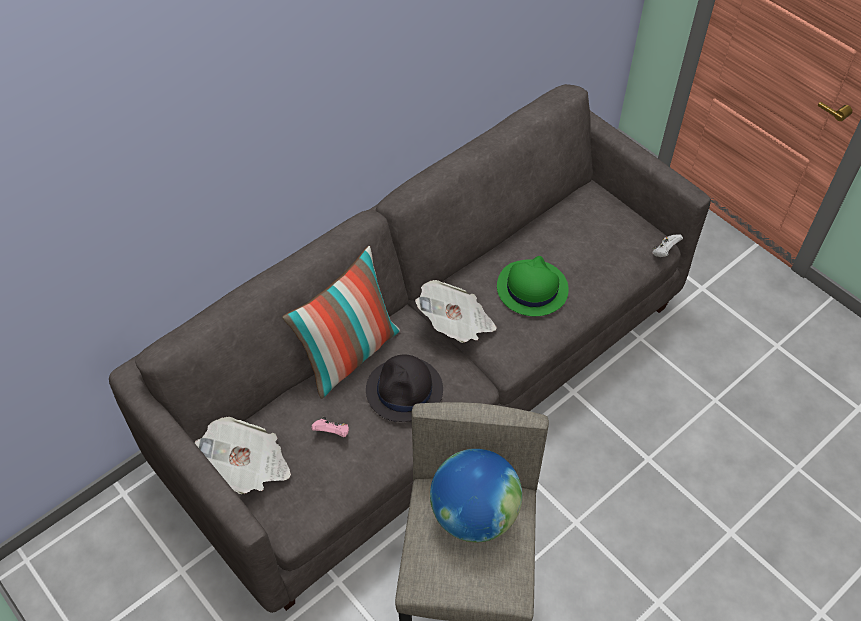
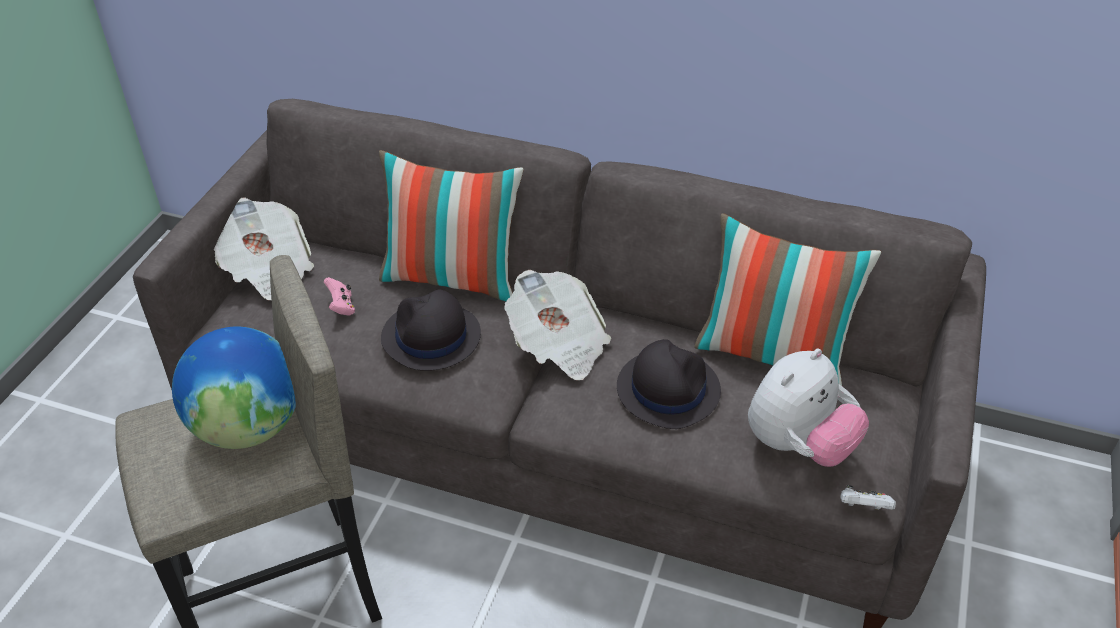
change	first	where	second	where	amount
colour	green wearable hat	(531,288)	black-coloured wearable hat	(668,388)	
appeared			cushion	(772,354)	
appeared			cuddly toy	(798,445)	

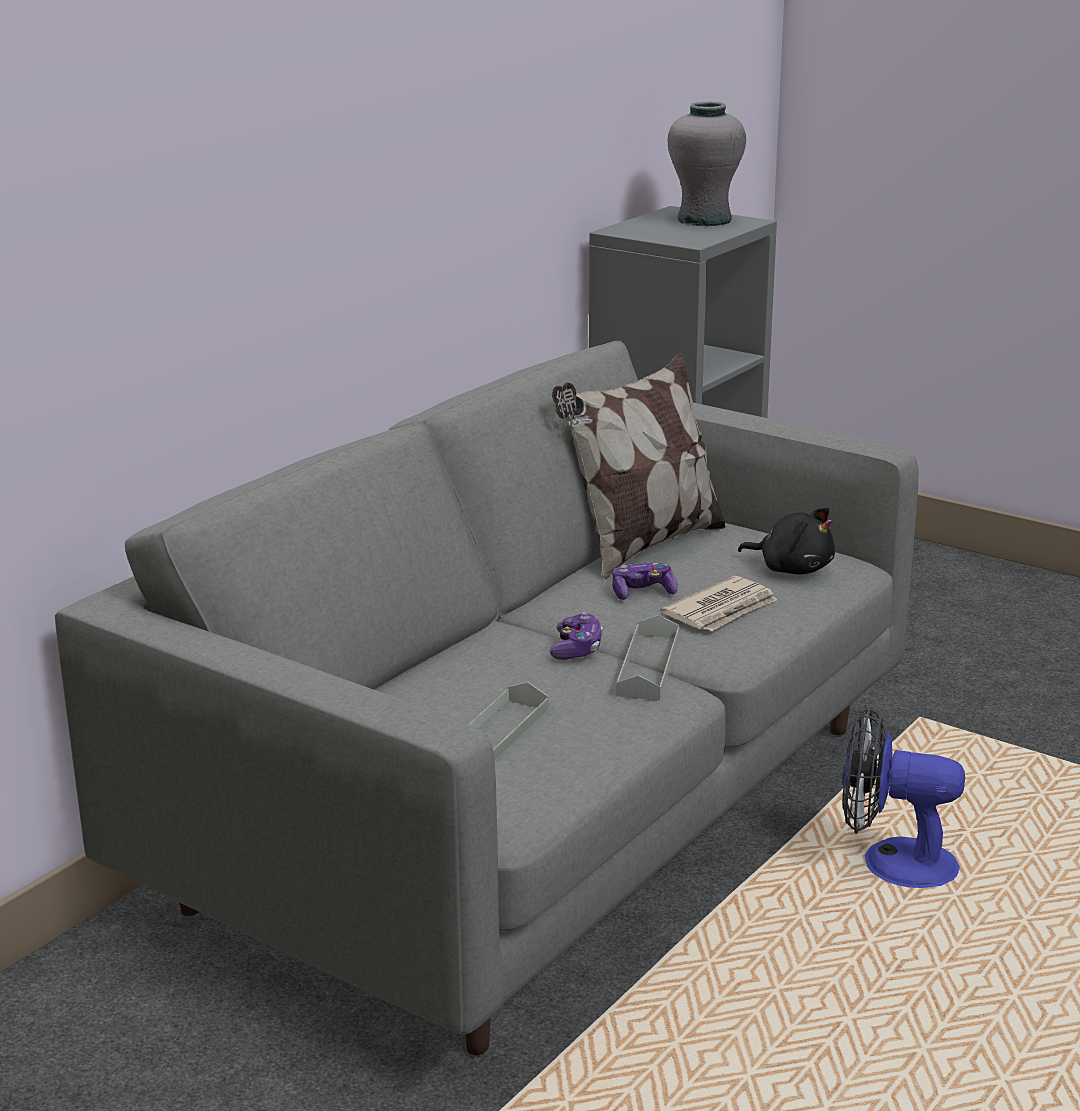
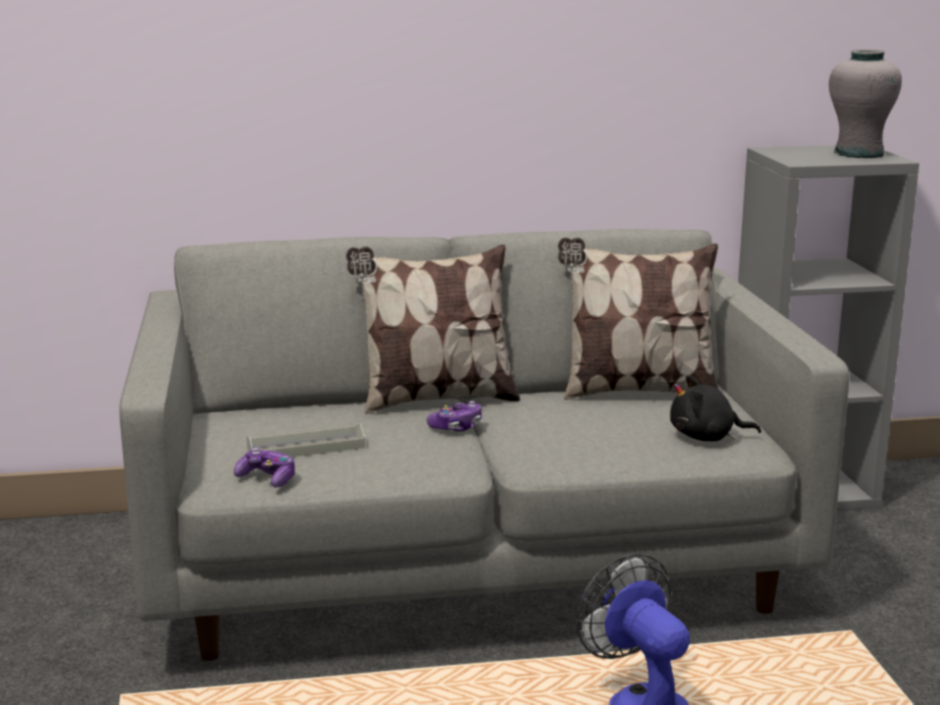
change	first	where	second	where	amount
spun	black-coloured cuddly toy	(792,569)		(706,437)	105 degrees clockwise
relocated	gamepad	(643,592)		(267,479)	
missing	daily paper	(722,610)			
missing	gray tray	(648,666)			
appeared			cushion	(435,399)	

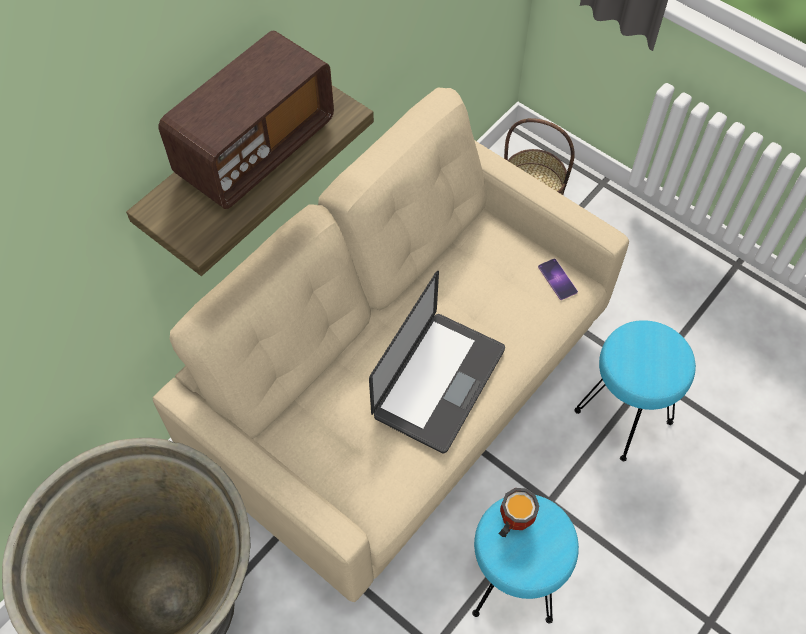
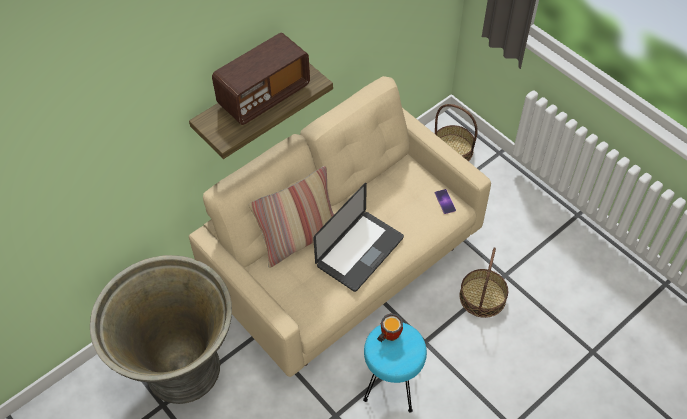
change	first	where	second	where	amount
exchanged	turquoise sitting stool	(623,415)	household basket	(482,297)	
appeared			cushion	(299,240)	

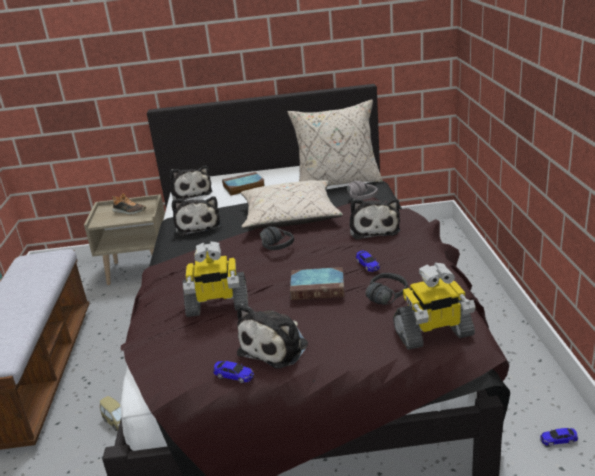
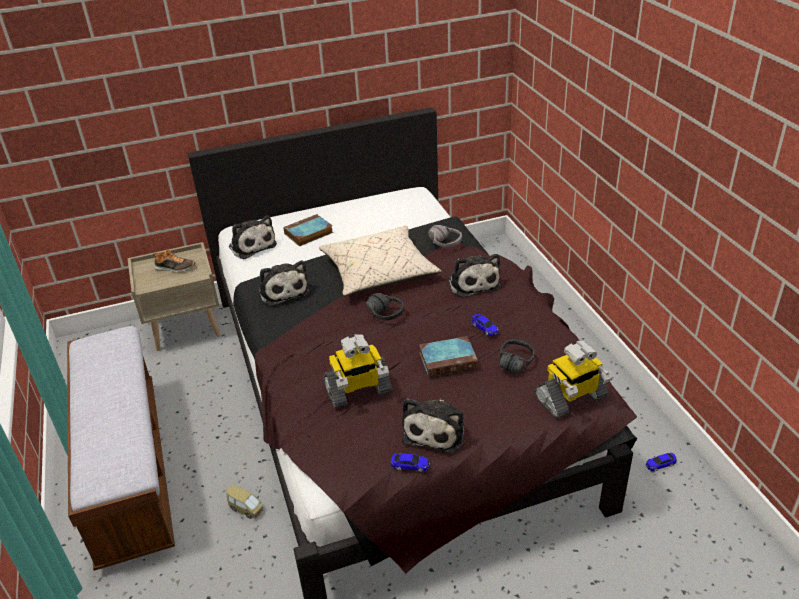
change	first	where	second	where	amount
missing	beige-coloured cushion	(337,182)			

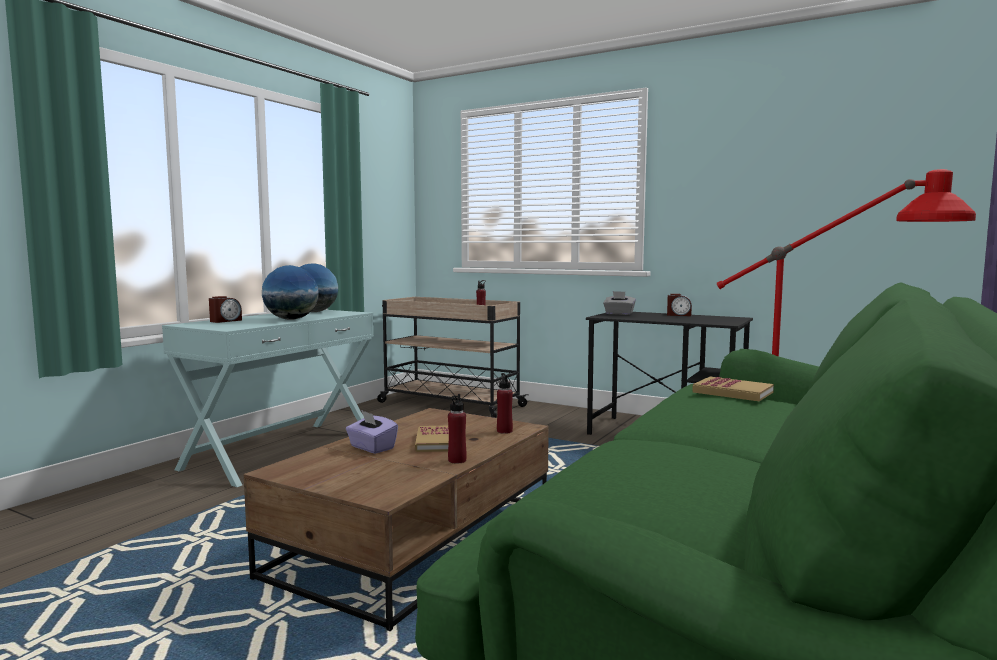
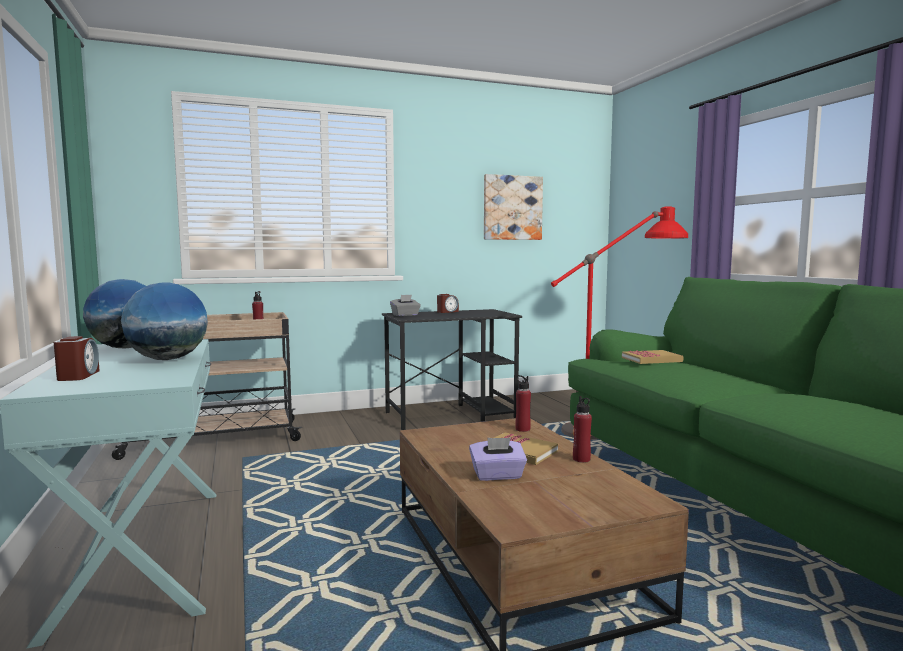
change	first	where	second	where	amount
appeared			wall picture	(512,208)	

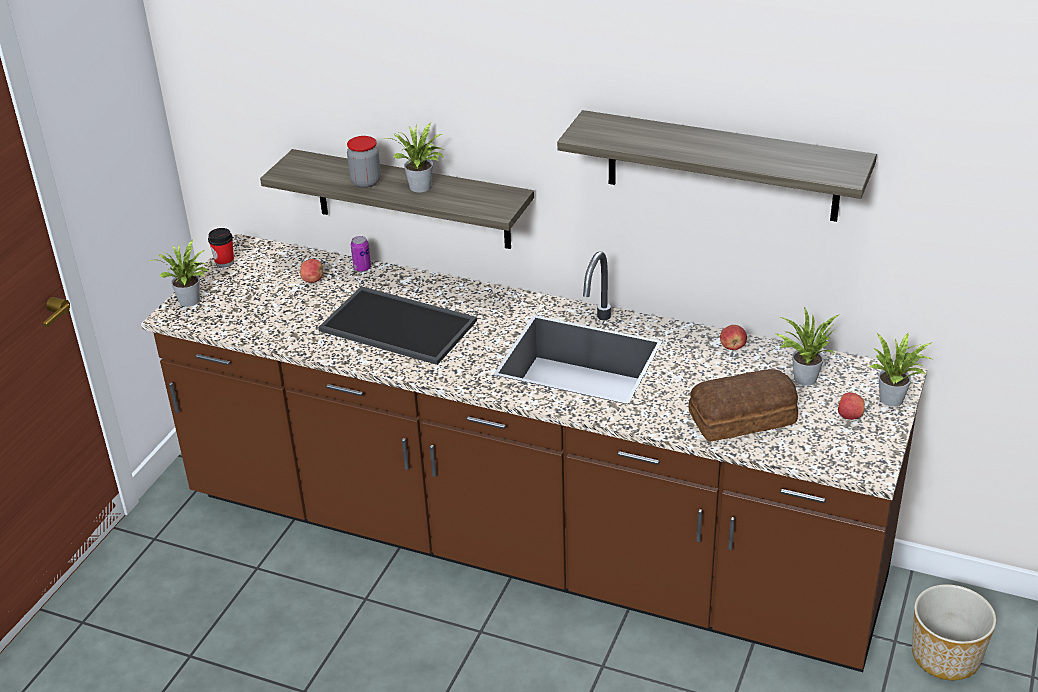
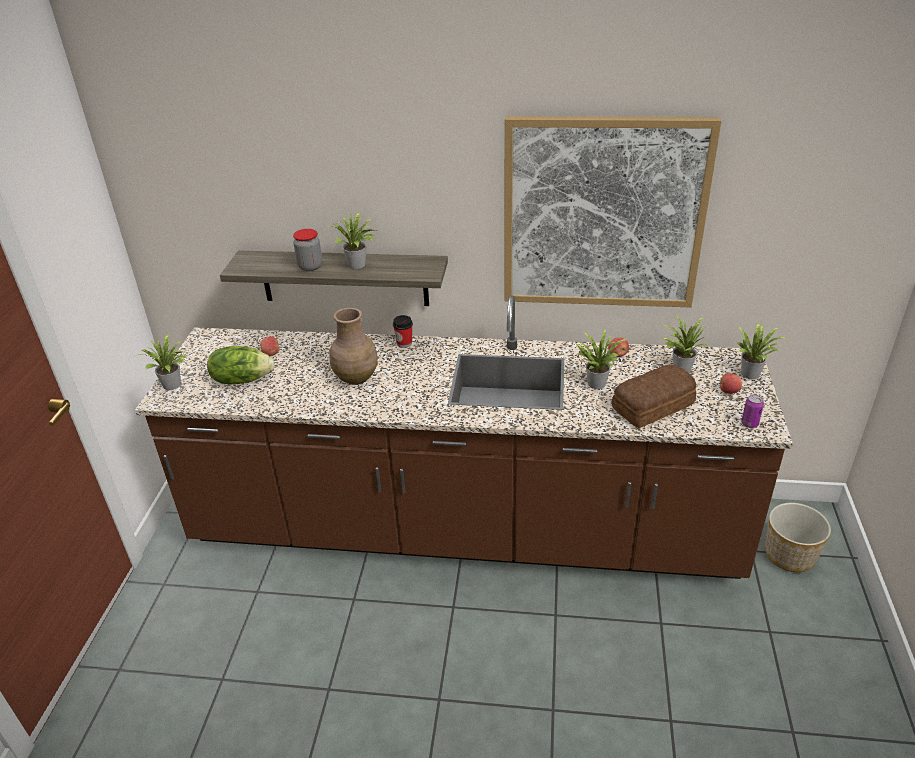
change	first	where	second	where	amount
exchanged	shelf	(722,166)	wall picture	(603,214)	
relocated	cup	(224,262)		(404,343)	
relocated	sealed can	(362,268)		(749,424)	
exchanged	tray	(400,325)	brown-coloured vase	(356,377)	
appeared			houseplant	(595,382)	
appeared			head of lettuce	(242,379)	

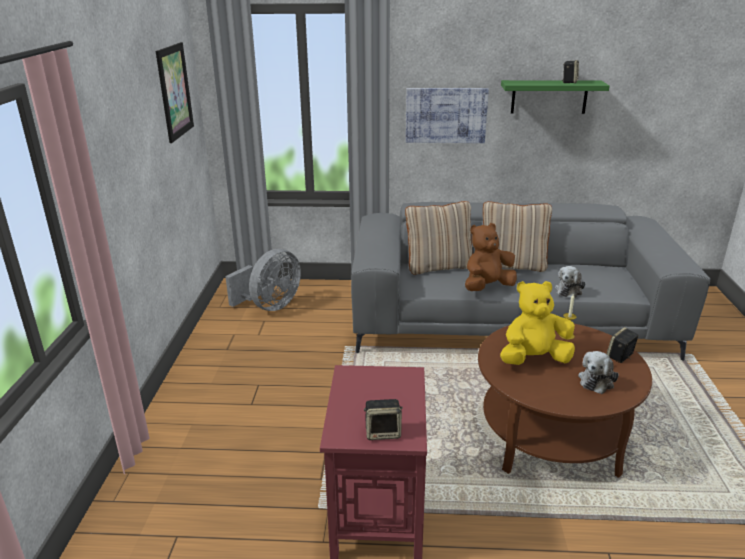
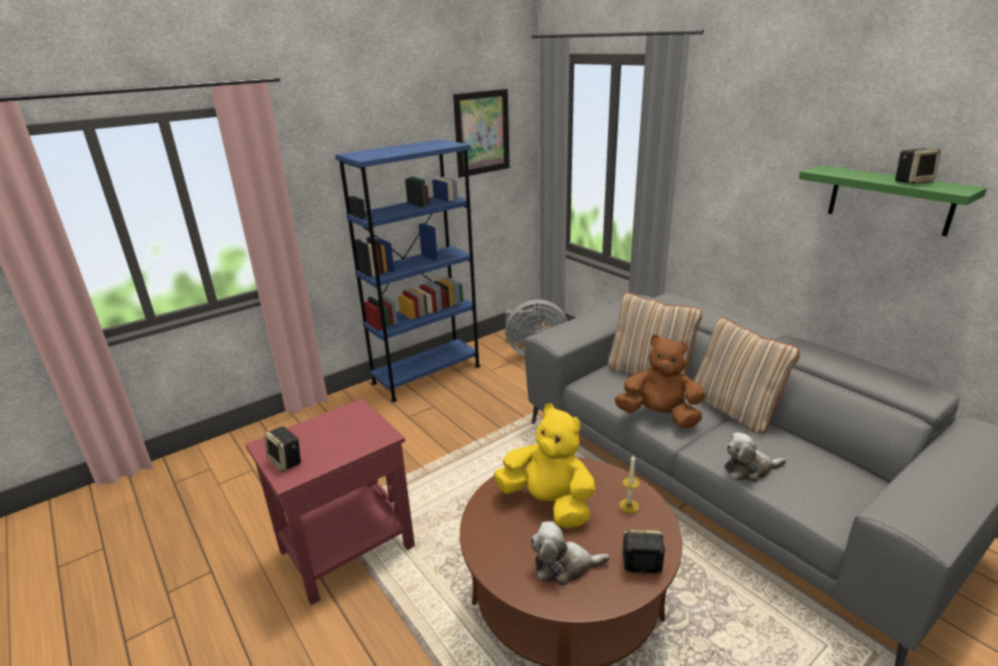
change	first	where	second	where	amount
missing	wall picture	(446,115)			
appeared			bluish shelving unit	(426,374)	

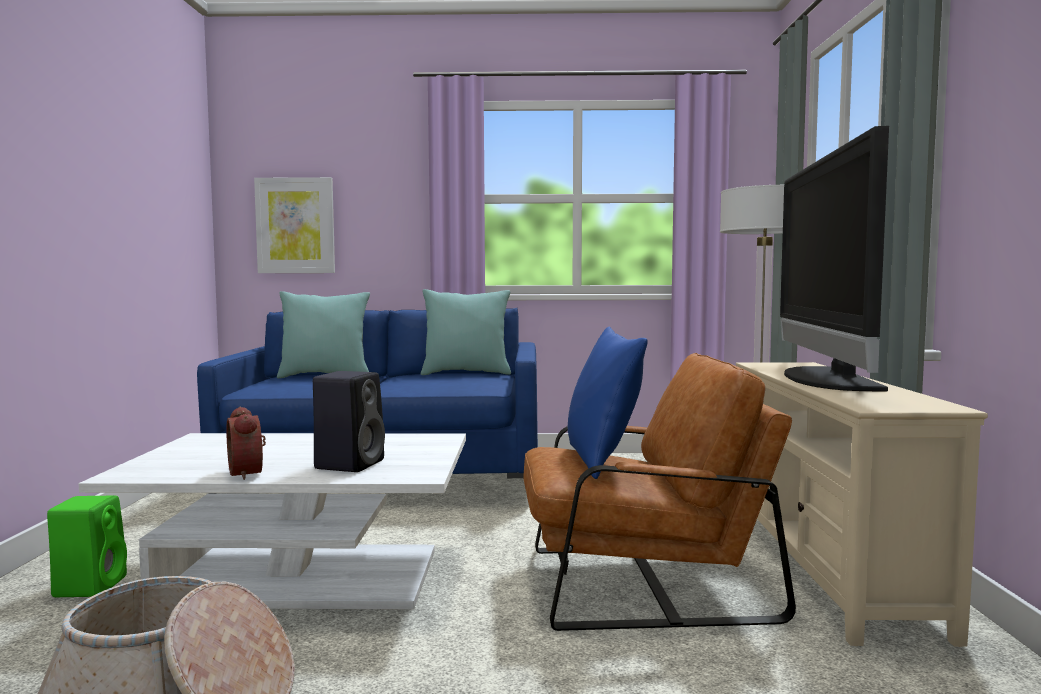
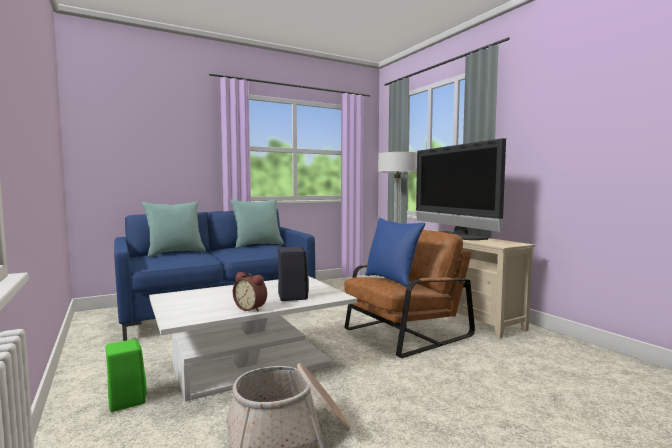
change	first	where	second	where	amount
missing	wall picture	(295,225)			

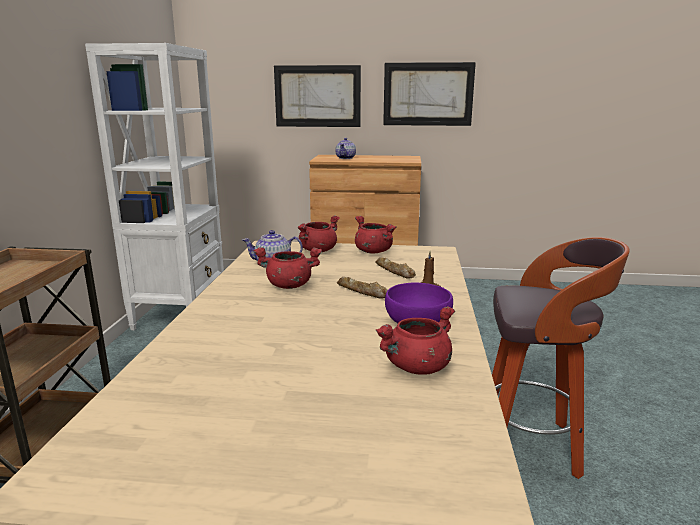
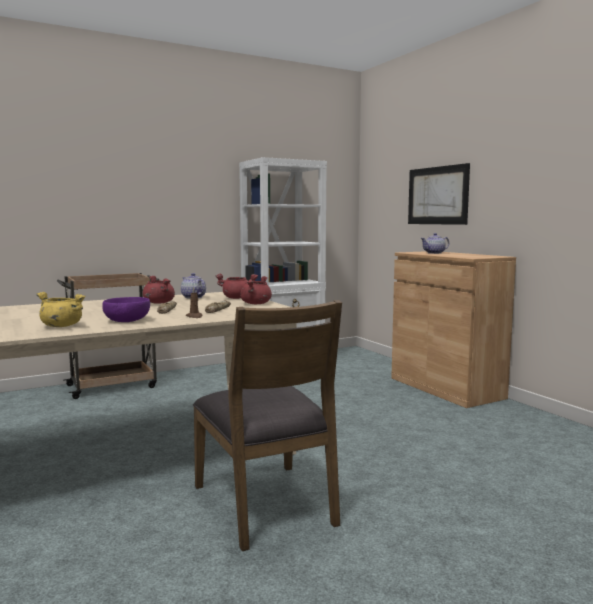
change	first	where	second	where	amount
missing	wall picture	(428,94)			
exchanged	sitting stool	(531,445)	brown-coloured chair	(266,504)	
colour	red-coloured saucepot	(417,367)	yellow saucepot	(61,326)	

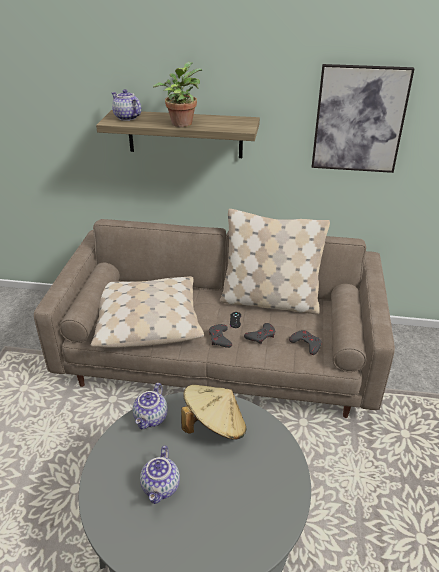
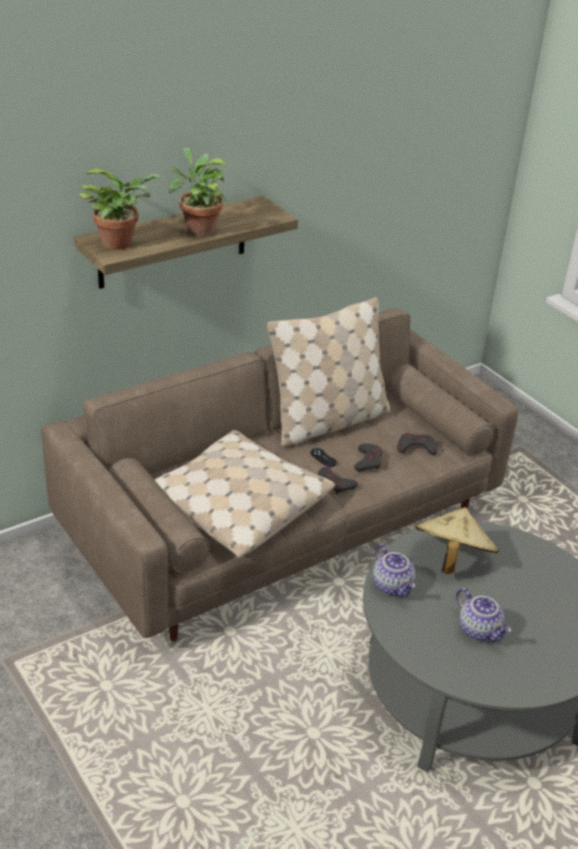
change	first	where	second	where	amount
missing	wall picture	(359,119)			
exchanged	pot for tea	(126,118)	houseplant	(121,243)	

